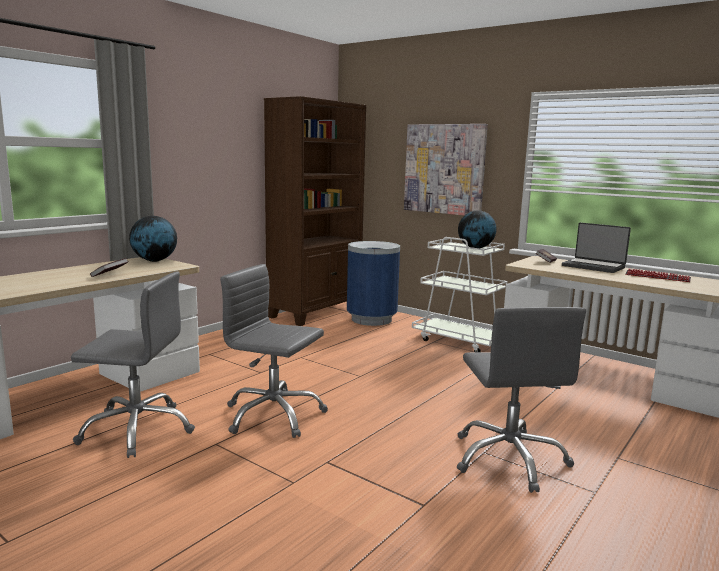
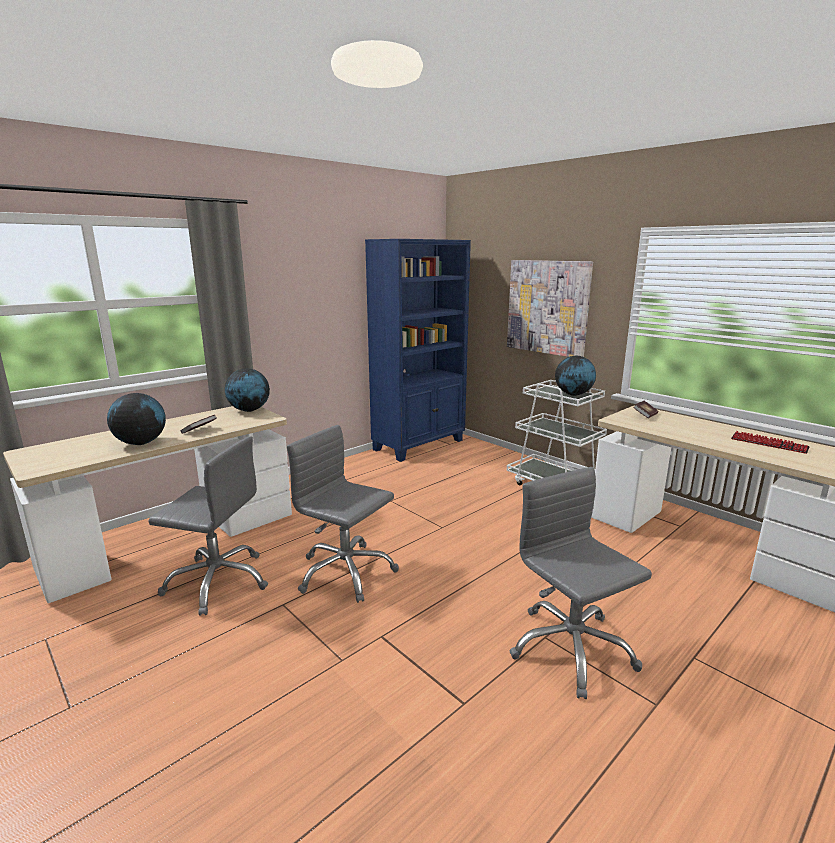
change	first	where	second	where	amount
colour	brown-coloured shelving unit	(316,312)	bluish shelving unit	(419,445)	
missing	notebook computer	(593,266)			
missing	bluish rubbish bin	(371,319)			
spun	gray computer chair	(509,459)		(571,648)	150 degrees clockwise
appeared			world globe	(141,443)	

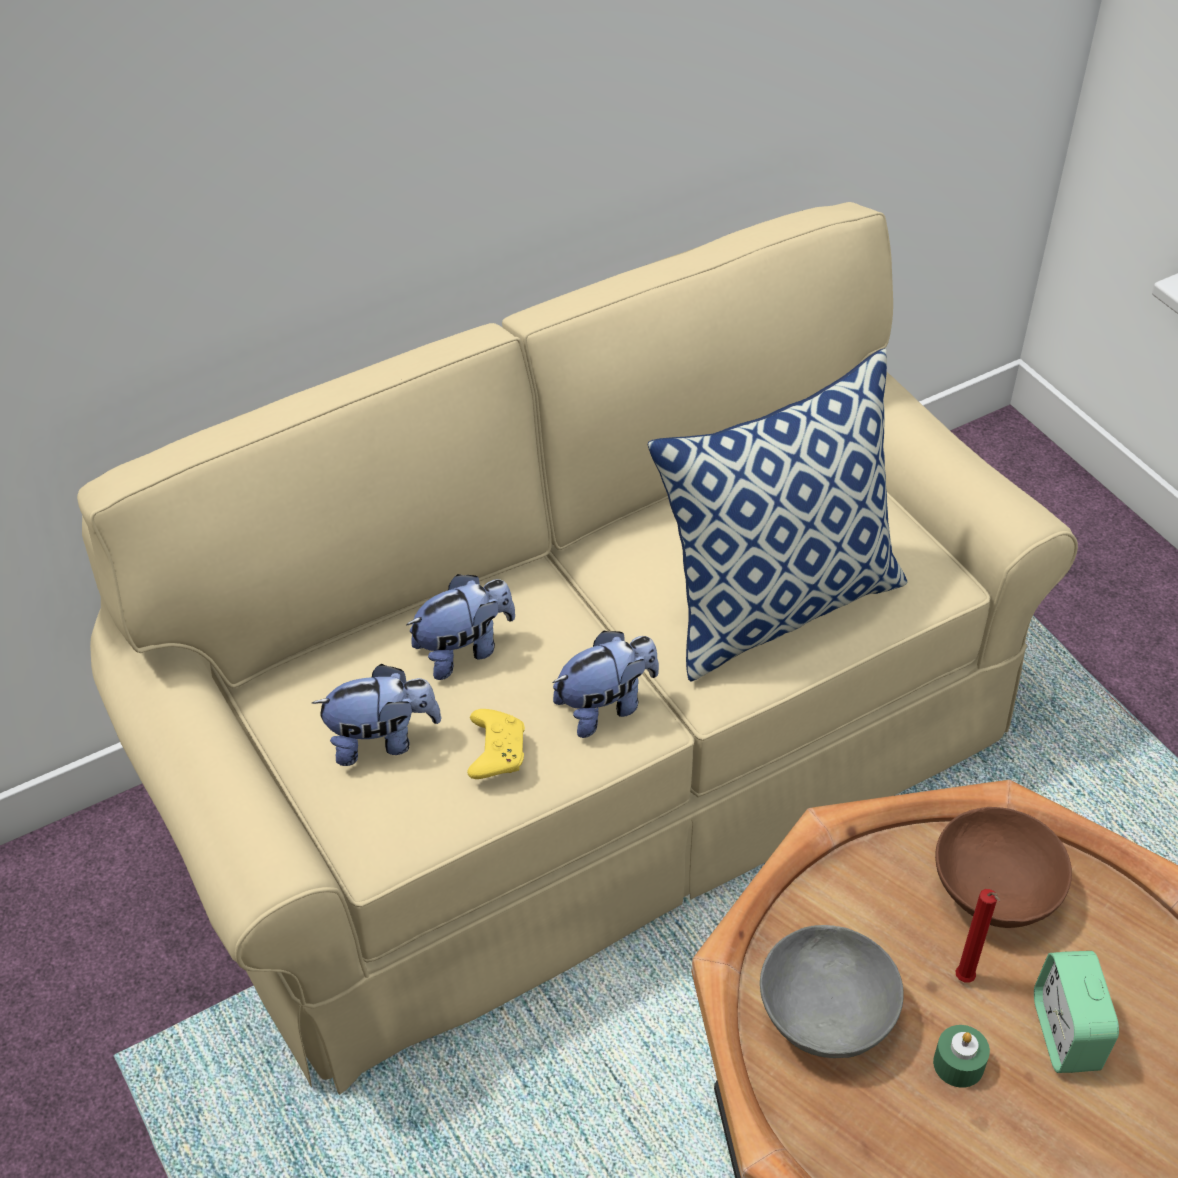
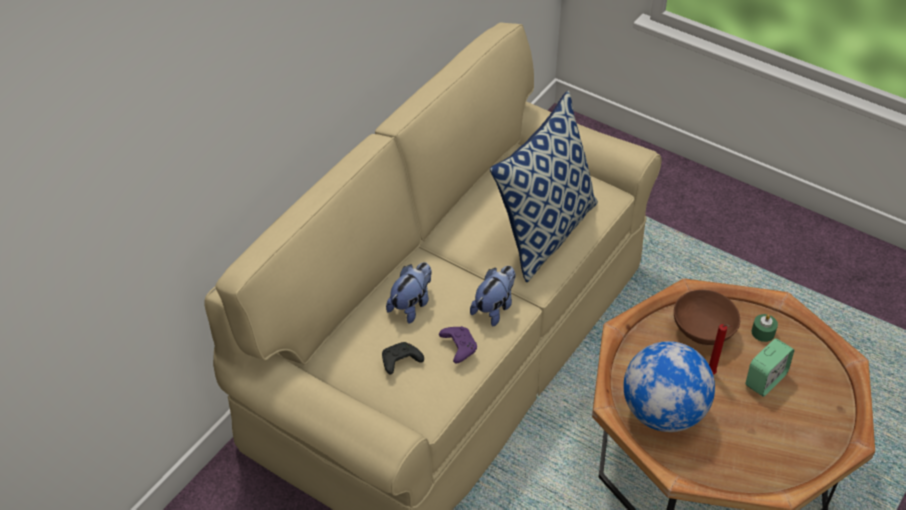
change	first	where	second	where	amount
exchanged	cuddly toy	(381,741)	black-coloured gamepad	(400,362)	
colour	yellow gamepad	(495,751)	purplish gamepad	(458,347)	
exchanged	gray serving bowl	(826,1017)	world globe	(663,413)	
spun	alarm clock	(1066,1034)		(765,380)	105 degrees counterclockwise
relocated	green wax light	(958,1064)		(763,332)	

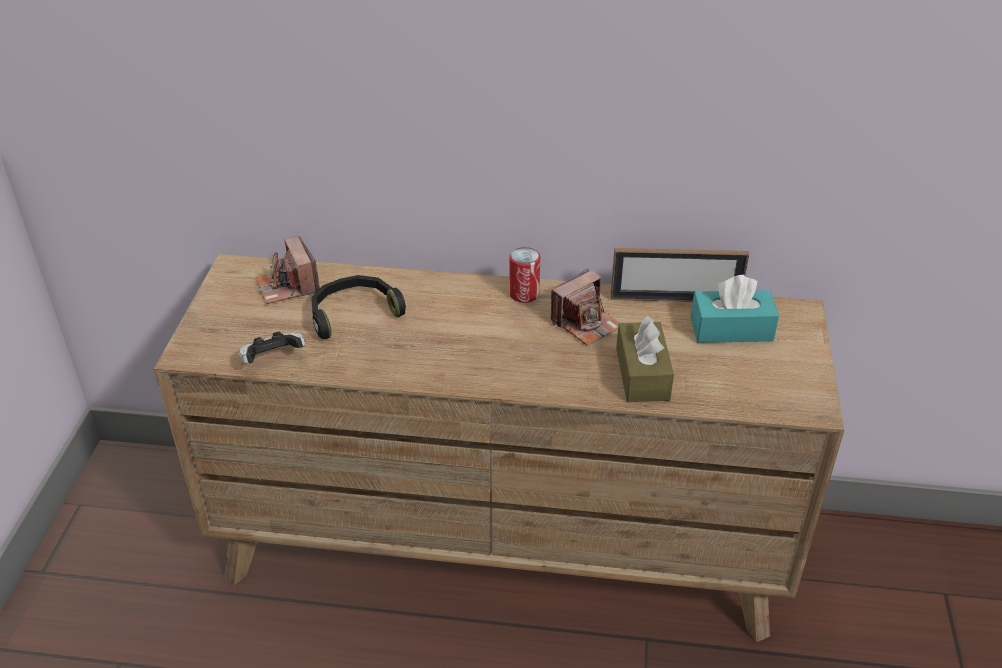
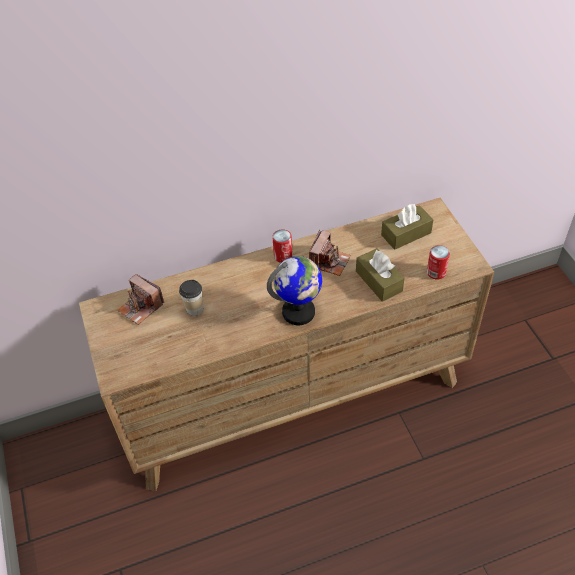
change	first	where	second	where	amount
missing	photo frame	(675,299)			
exchanged	black-coloured headphones	(353,313)	cup	(194,309)	
colour	turquoise box of tissues	(731,329)	brown-coloured box of tissues	(406,234)	
missing	gamepad	(272,360)			
appeared			sealed can	(436,272)	
appeared			world globe	(299,312)	

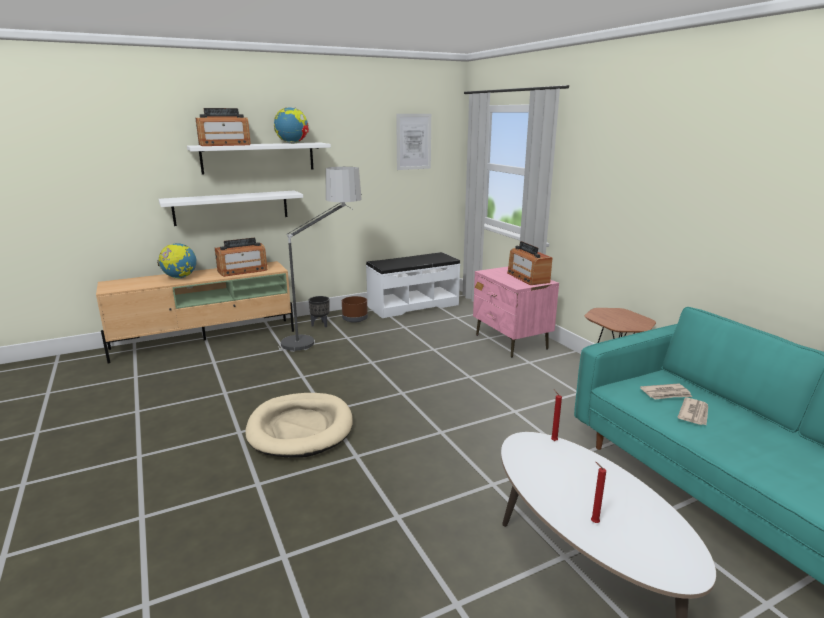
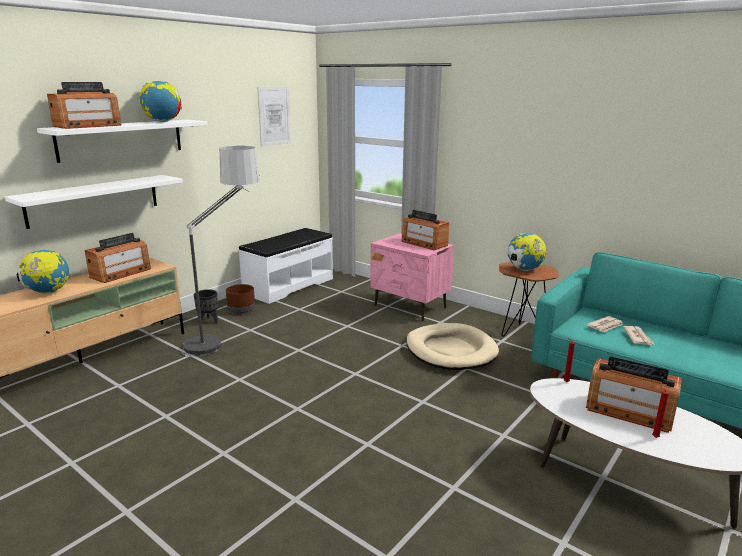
change	first	where	second	where	amount
relocated	beige-coloured dog cushion	(300,428)		(450,350)	
appeared			world globe	(524,270)	
appeared			radio	(628,412)	

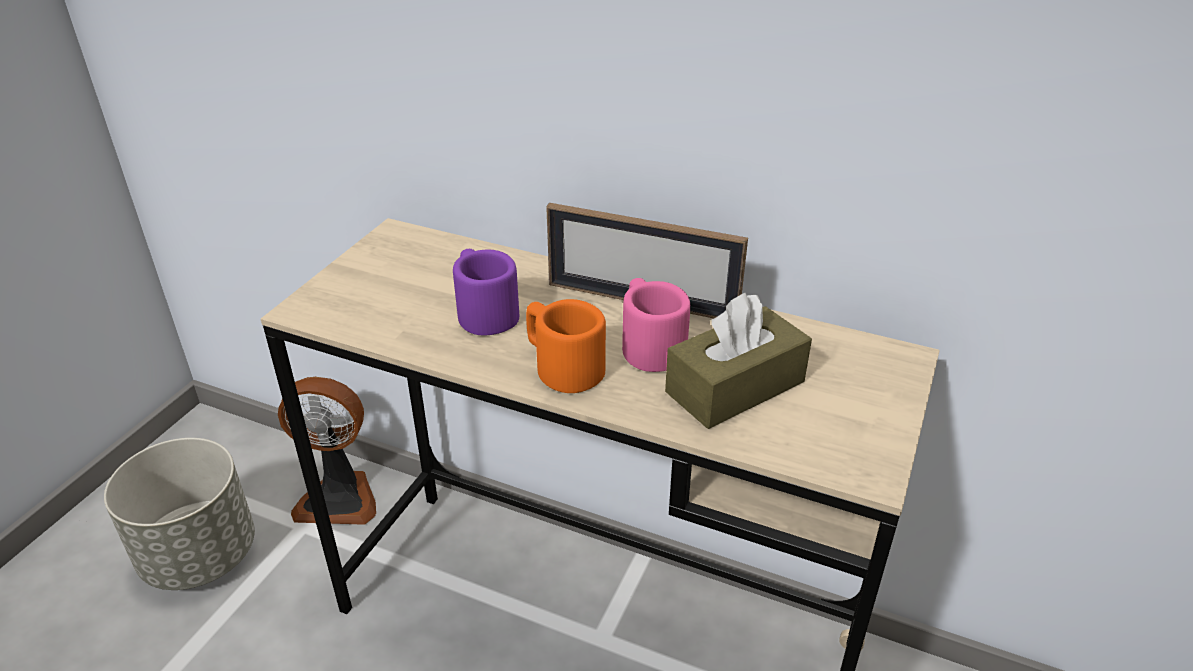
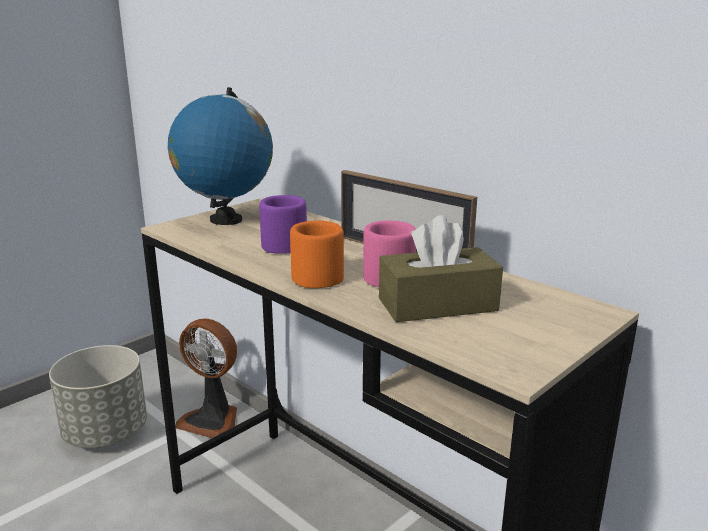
change	first	where	second	where	amount
appeared			world globe	(225,220)	

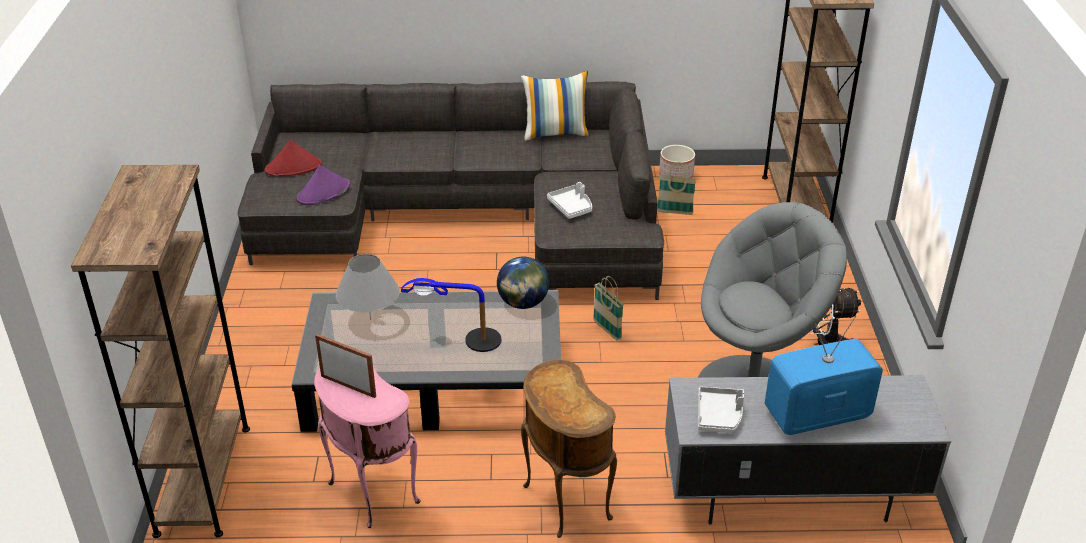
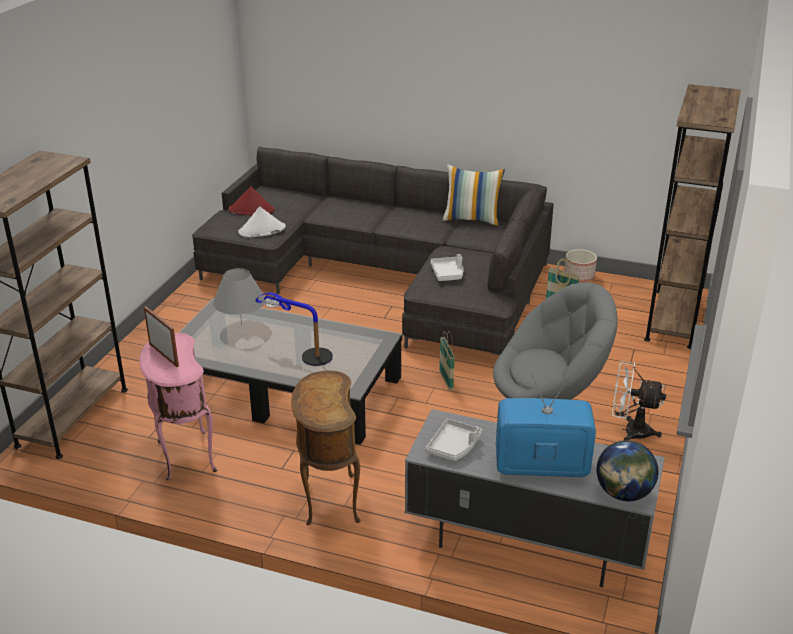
change	first	where	second	where	amount
colour	purplish wearable hat	(323,192)	white wearable hat	(262,230)	
relocated	world globe	(523,303)		(623,493)	

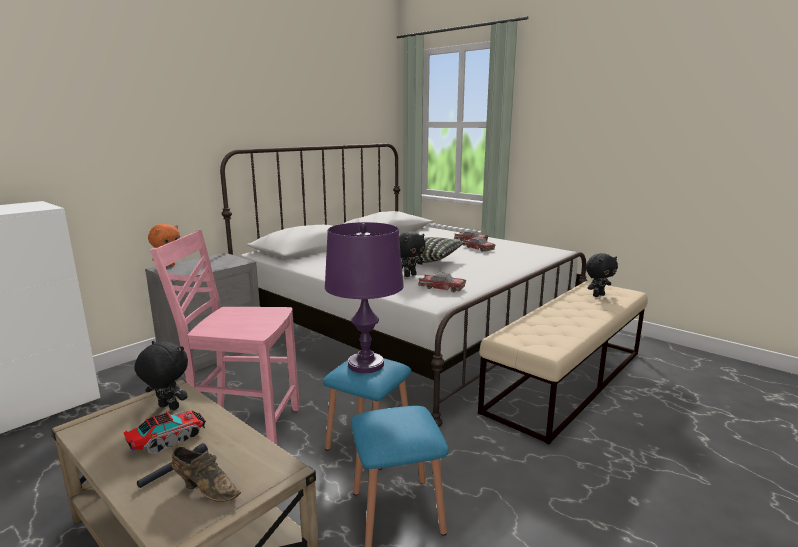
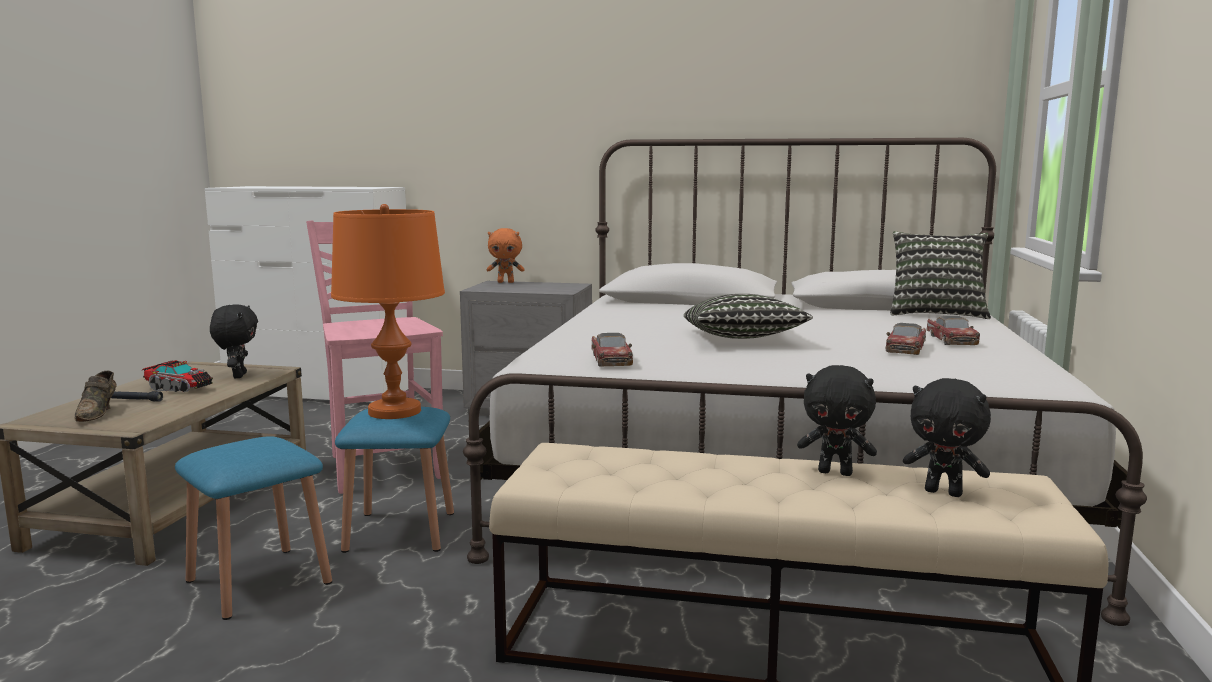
change	first	where	second	where	amount
colour	purplish table lamp	(366,364)	orangey table lamp	(394,411)	
relocated	black-coloured cuddly toy	(410,275)		(835,472)	
appeared			cushion	(936,313)	

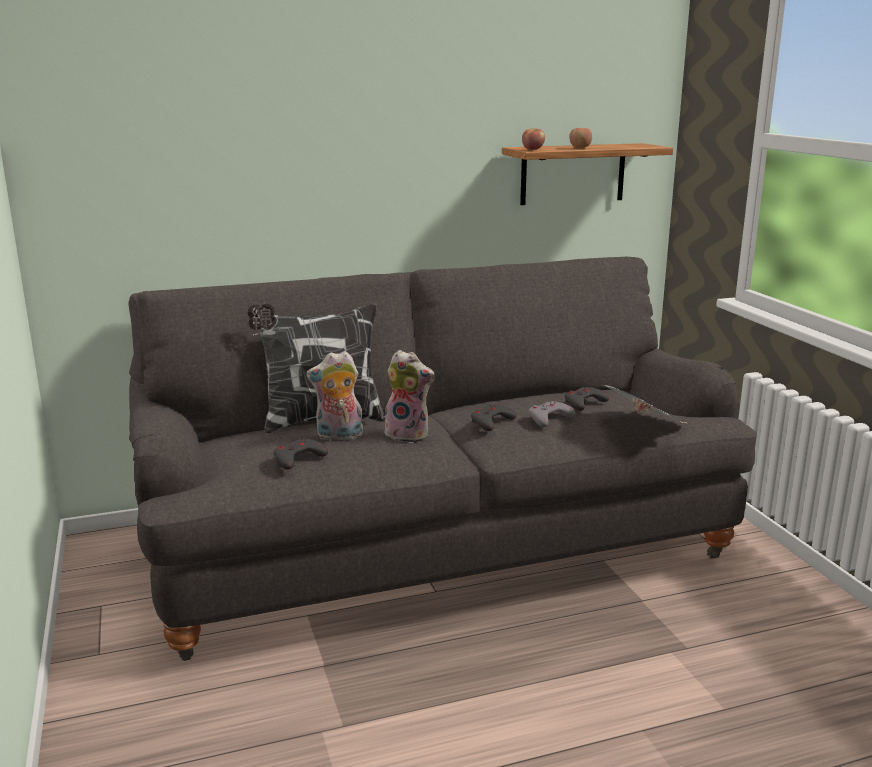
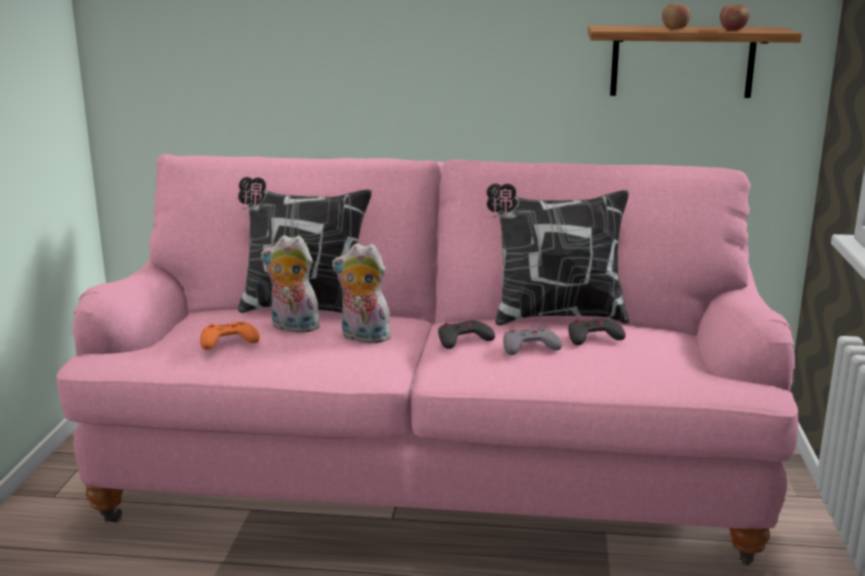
change	first	where	second	where	amount
relocated	apple	(533,149)		(733,30)	
colour	gray sofa	(435,547)	pink sofa	(432,473)	
spun	cuddly toy	(409,435)		(363,338)	150 degrees clockwise
missing	daily paper	(642,427)			
colour	gray gamepad	(298,458)	orangey gamepad	(228,341)	
appeared			cushion	(555,316)	

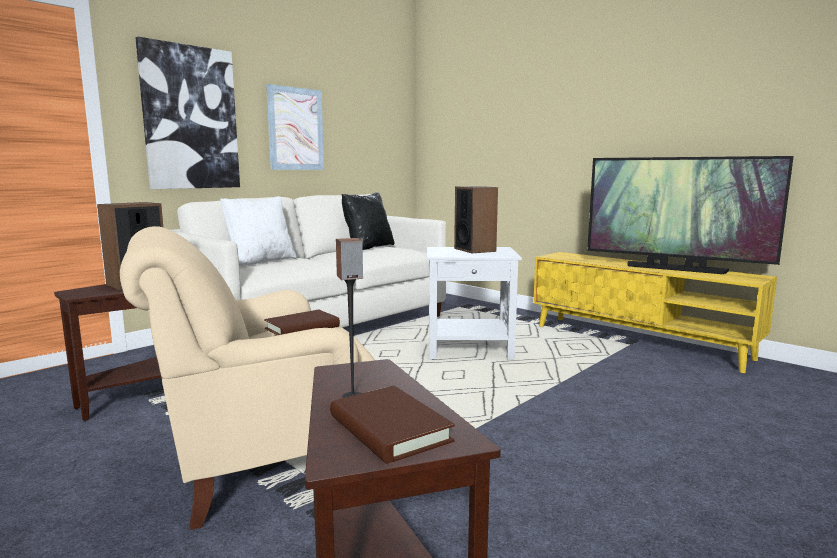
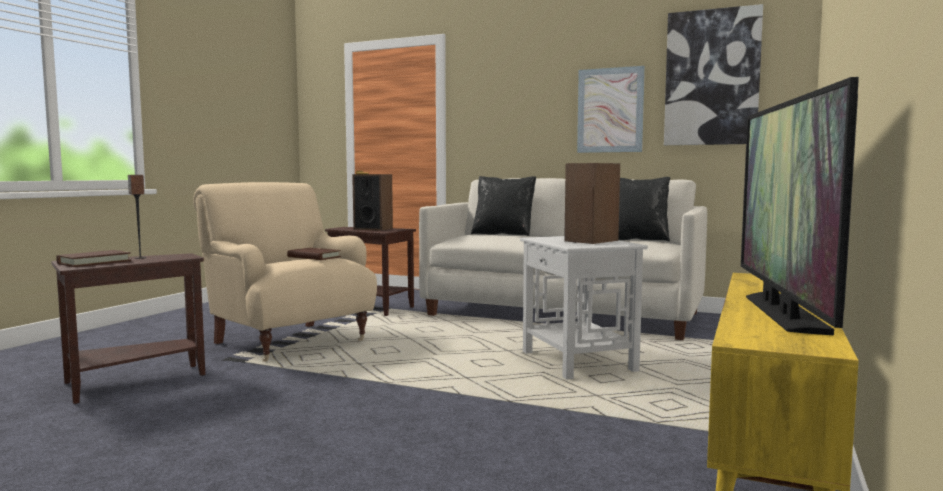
change	first	where	second	where	amount
relocated	wall picture	(190,118)		(712,78)	
colour	white cushion	(260,261)	black-coloured cushion	(503,234)	

